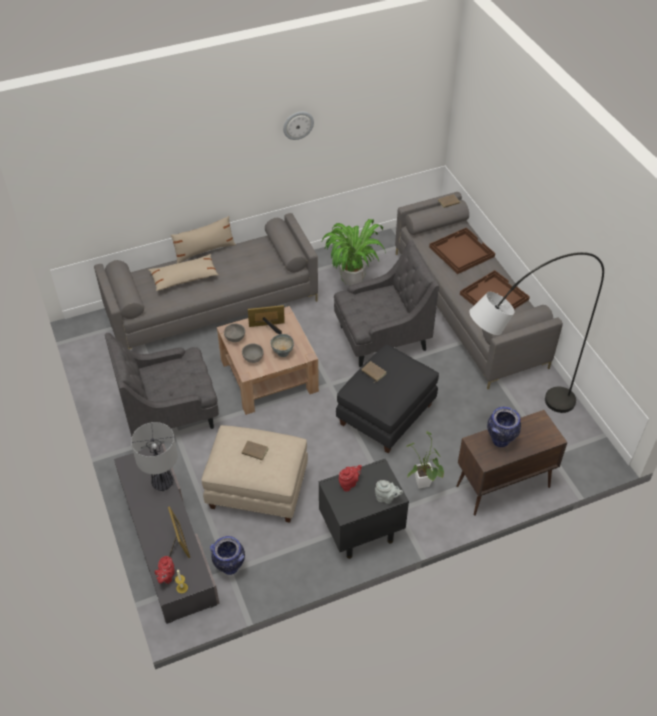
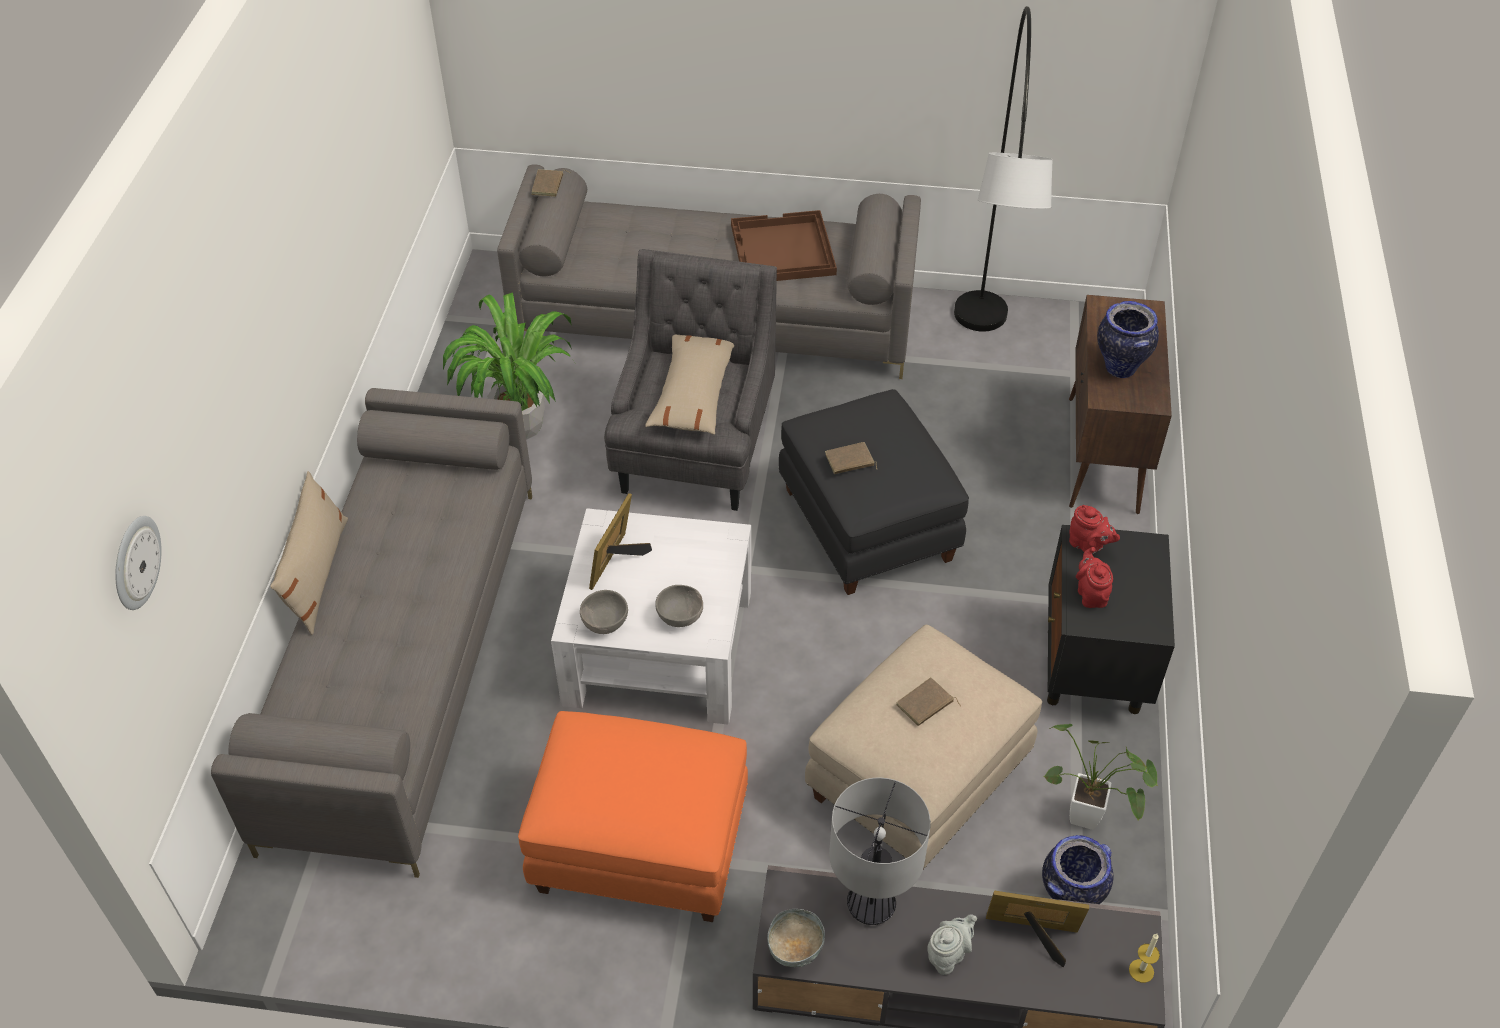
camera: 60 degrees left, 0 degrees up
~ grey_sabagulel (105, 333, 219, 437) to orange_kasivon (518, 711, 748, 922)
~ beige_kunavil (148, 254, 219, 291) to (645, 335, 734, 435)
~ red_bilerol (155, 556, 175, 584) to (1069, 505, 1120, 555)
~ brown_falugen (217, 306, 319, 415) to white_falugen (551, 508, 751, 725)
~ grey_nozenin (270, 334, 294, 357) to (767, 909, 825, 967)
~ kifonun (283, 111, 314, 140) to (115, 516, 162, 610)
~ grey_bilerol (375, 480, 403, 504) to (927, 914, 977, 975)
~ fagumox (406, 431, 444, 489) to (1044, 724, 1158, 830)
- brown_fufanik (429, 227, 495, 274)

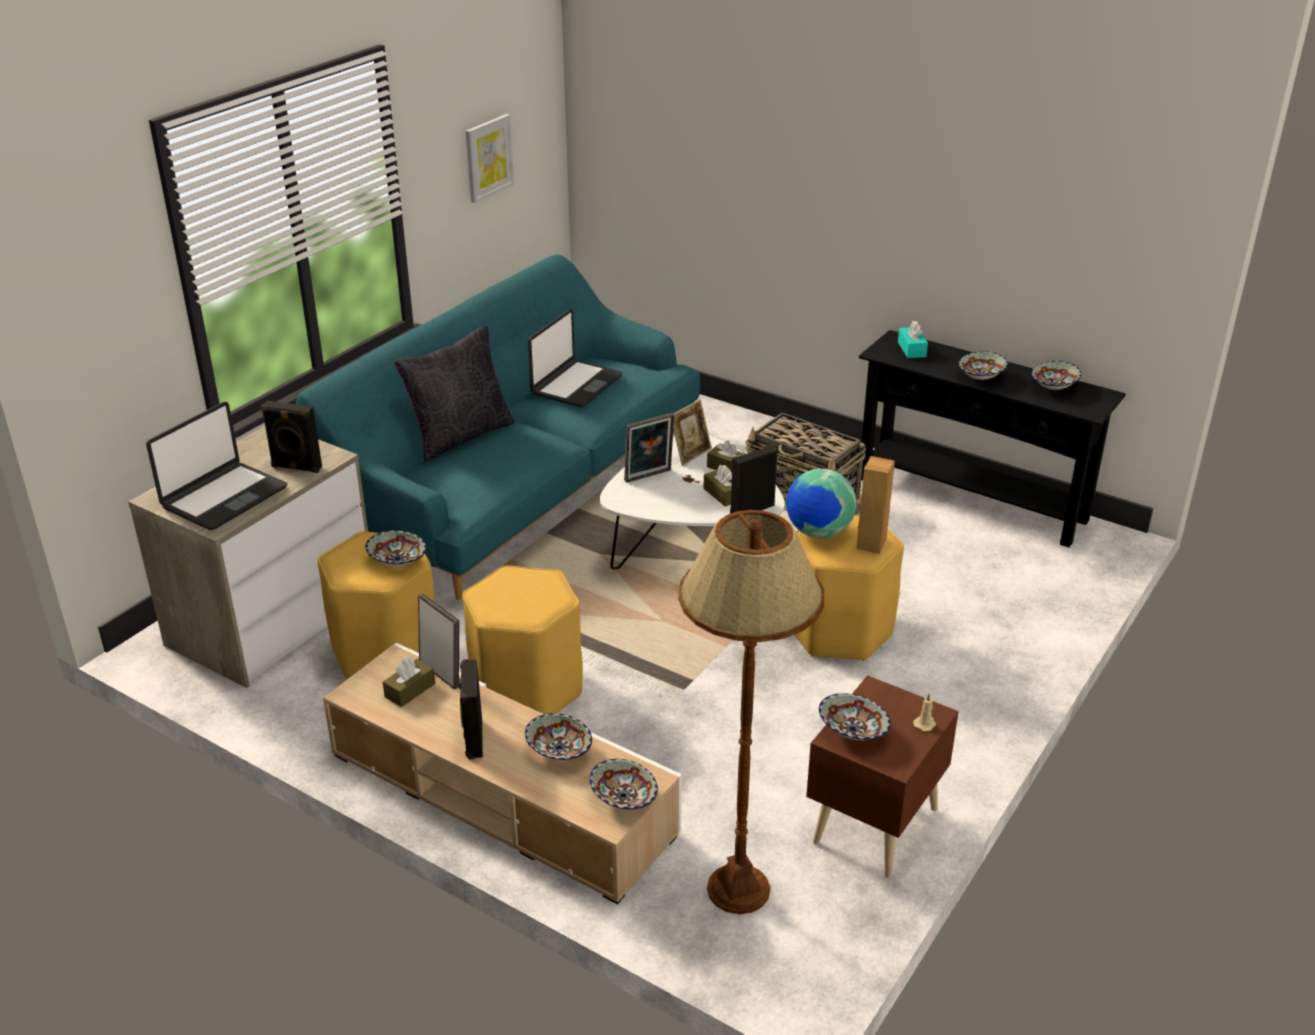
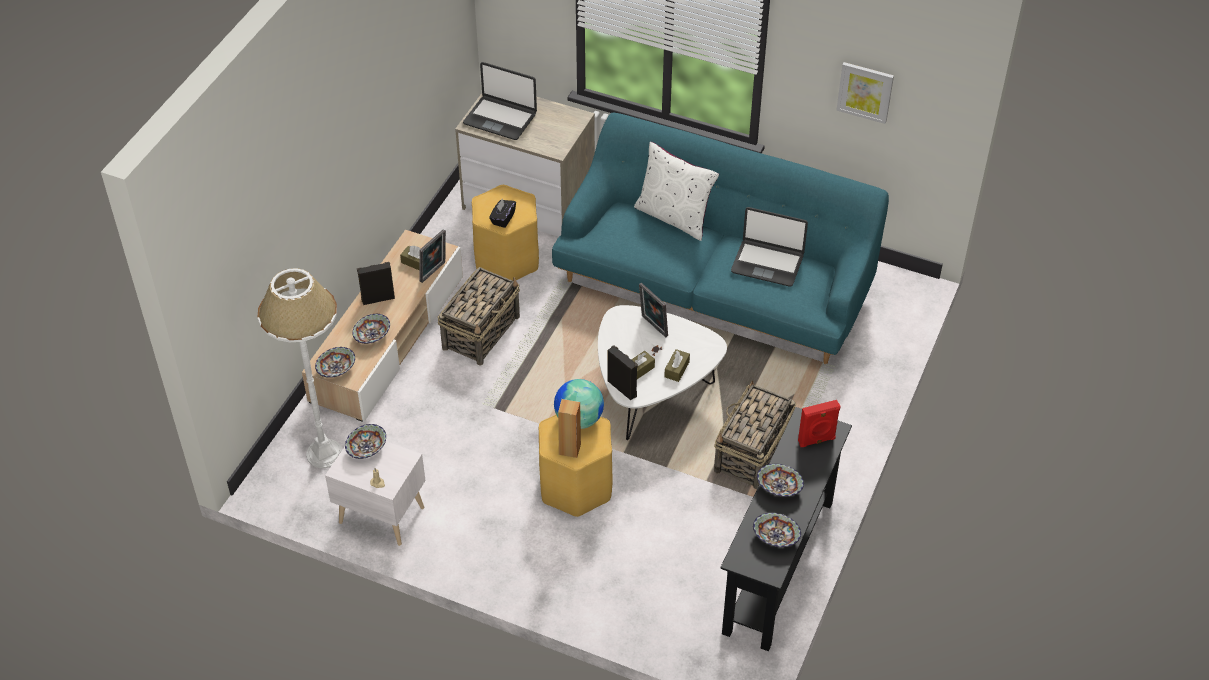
camera: 80 degrees right, 15 degrees up
- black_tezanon (261, 401, 322, 473)
~ nozenin (365, 531, 427, 566) to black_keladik (489, 199, 516, 228)
~ black_kunavil (395, 326, 515, 462) to white_kunavil (634, 142, 719, 241)
~ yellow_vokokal (462, 565, 583, 714) to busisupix (438, 267, 520, 365)
- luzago (673, 399, 712, 466)
~ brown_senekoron (678, 510, 824, 914) to white_senekoron (257, 268, 342, 468)
~ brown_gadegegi (806, 675, 959, 878) to white_gadegegi (325, 441, 426, 546)
~ turquoise_keladik (898, 321, 928, 358) to red_tezanon (798, 400, 841, 447)

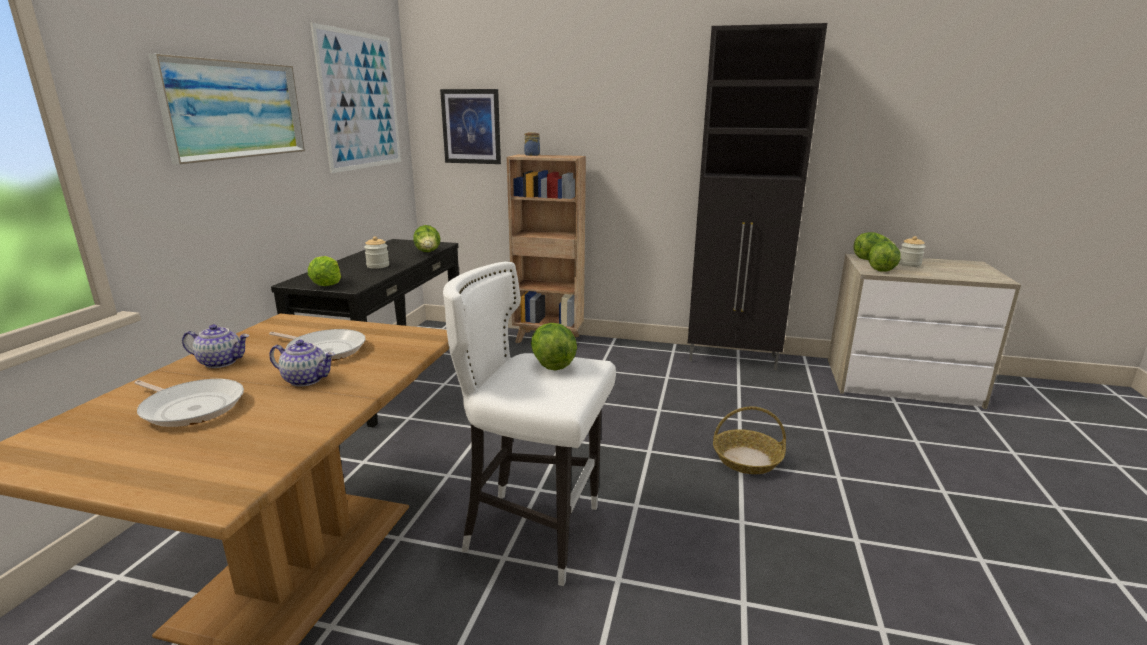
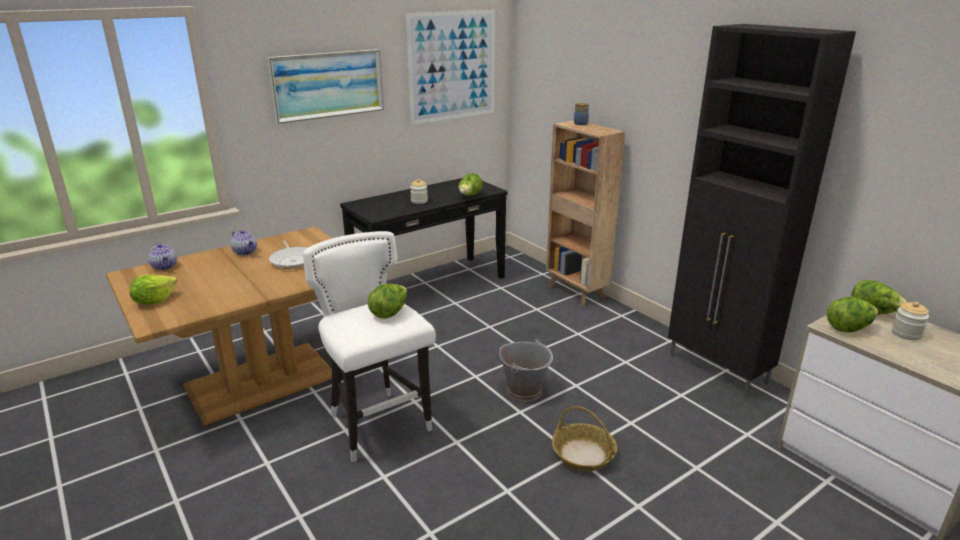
camera: 40 degrees right, 5 degrees up
- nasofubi (134, 379, 244, 427)
~ bilerol (269, 340, 335, 387) to (148, 243, 177, 270)
~ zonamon (308, 256, 341, 286) to (129, 274, 177, 305)
- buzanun (440, 89, 501, 164)
+ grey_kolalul (499, 338, 553, 402)

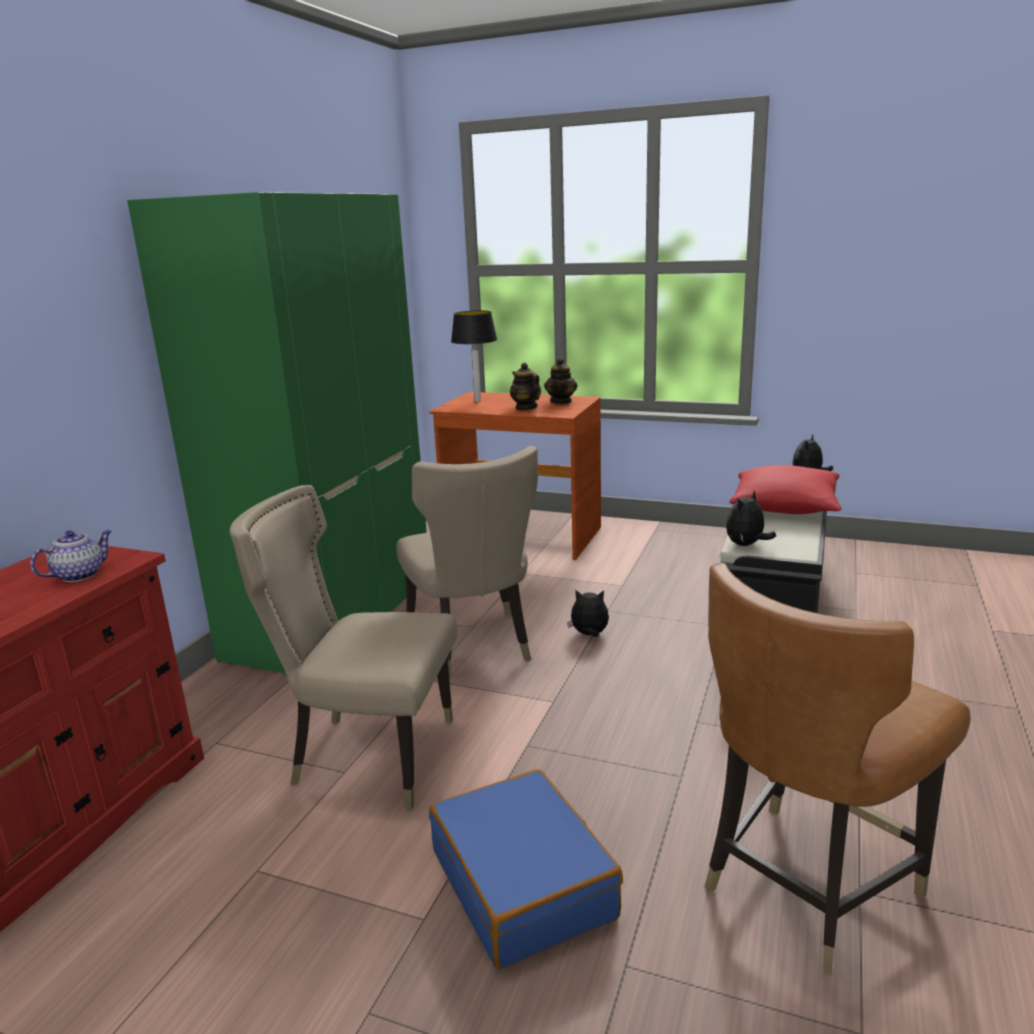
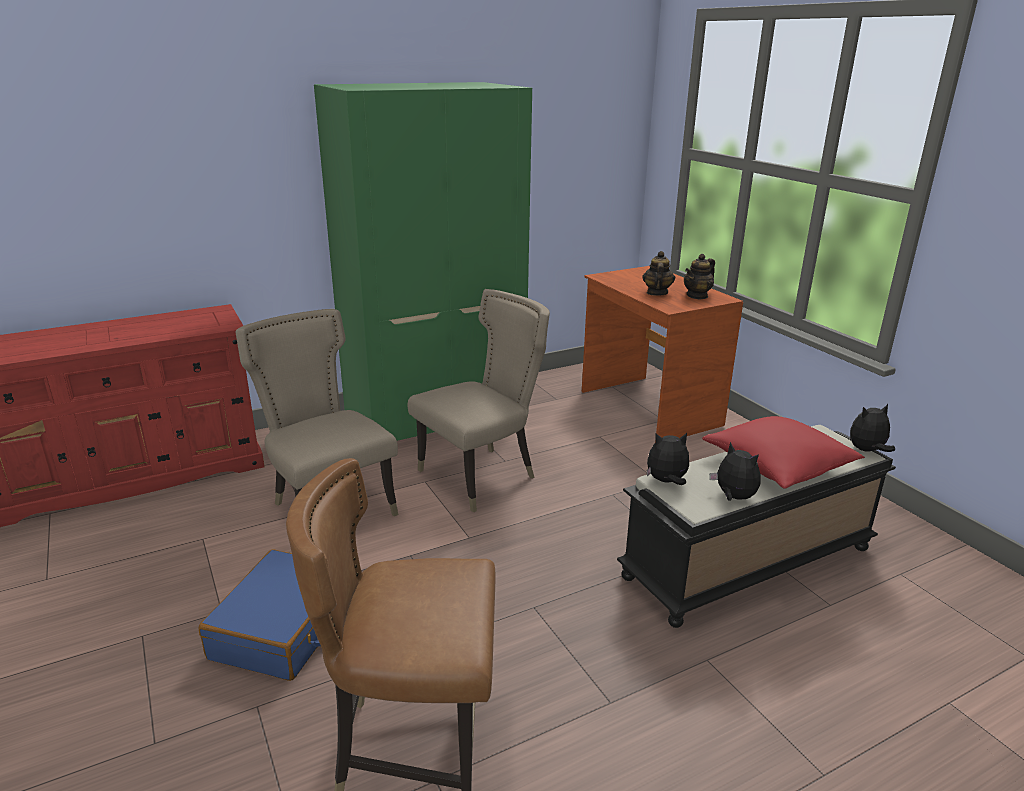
camera: 40 degrees right, 5 degrees up
- bilerol (30, 530, 112, 582)
~ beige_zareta (396, 446, 538, 679) = (407, 289, 550, 513) 150 degrees counterclockwise
- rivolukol (451, 310, 497, 402)
~ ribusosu (567, 589, 609, 637) to (709, 442, 760, 500)

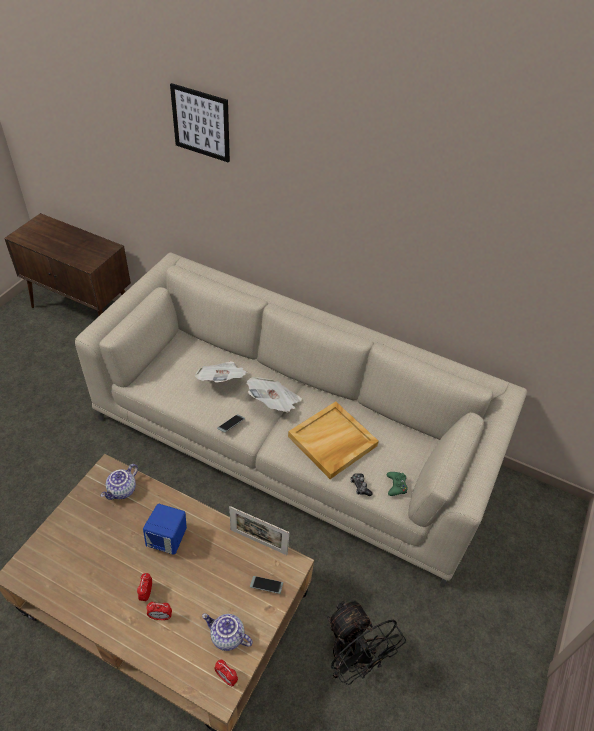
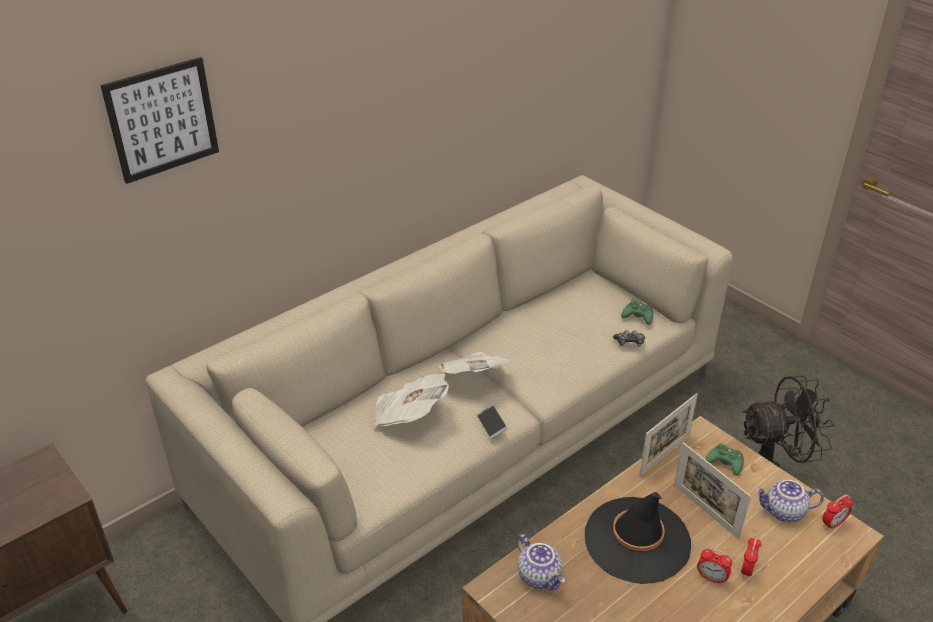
camera: 65 degrees left, 10 degrees down
~ blue_tezanon (143, 504, 187, 555) to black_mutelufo (585, 492, 691, 584)
~ bilerol (202, 614, 253, 651) = (755, 480, 824, 522) 45 degrees clockwise
~ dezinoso (250, 576, 283, 594) to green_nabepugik (705, 443, 744, 476)
- beige_fufanik (288, 401, 379, 479)
+ luzago (674, 442, 751, 539)

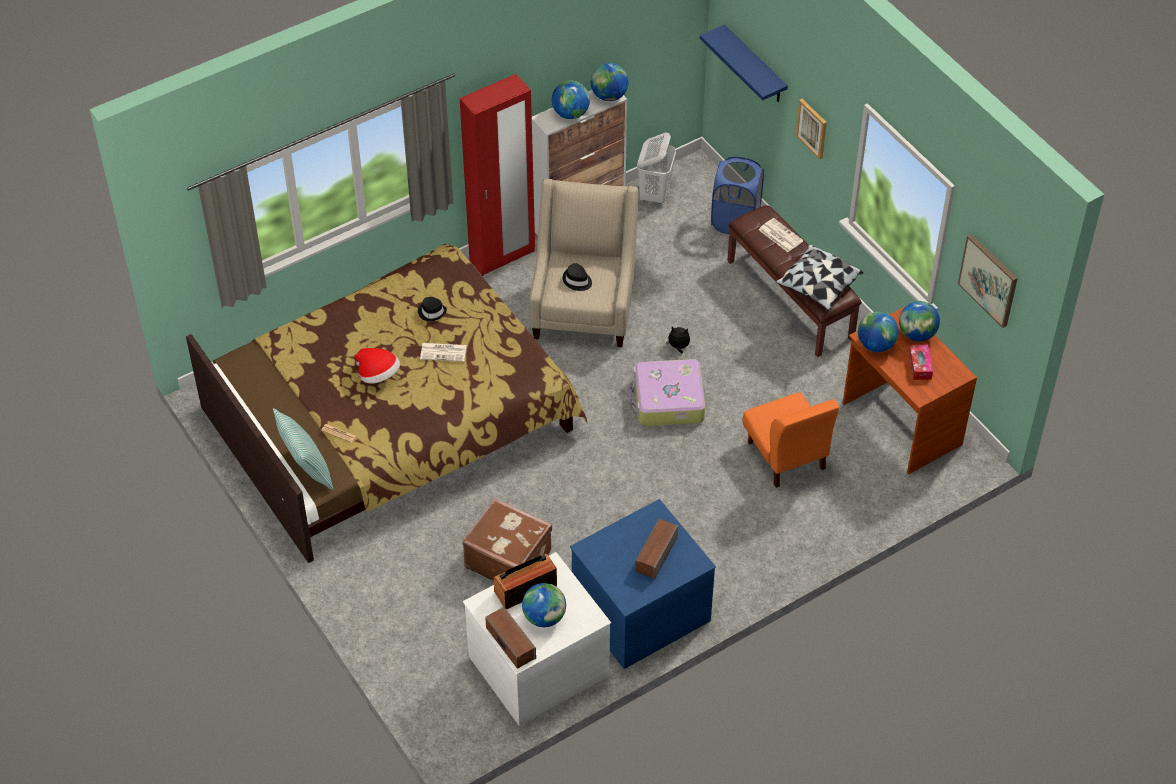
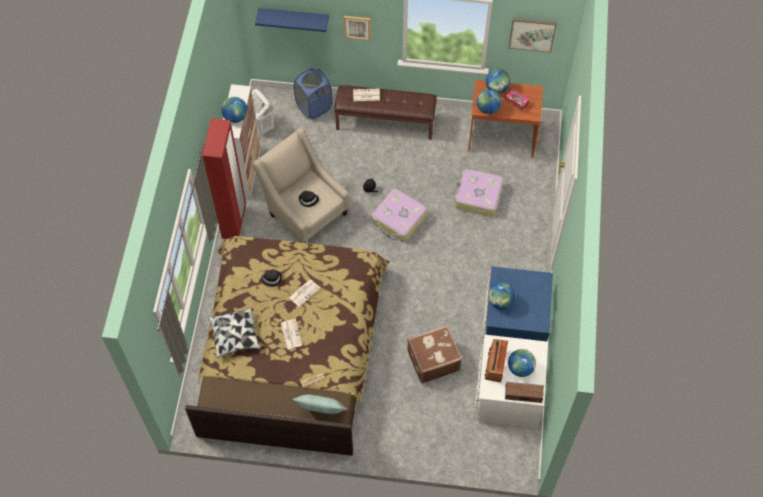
camera: 50 degrees left, 10 degrees up
~ mutelufo (354, 348, 400, 384) to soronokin (281, 319, 302, 349)
~ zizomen (591, 63, 629, 101) to (488, 283, 515, 310)
- tezanon (635, 519, 678, 580)
~ orange_zareta (743, 392, 839, 488) to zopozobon (453, 169, 504, 217)
~ kunavil (776, 245, 864, 311) to (209, 308, 261, 358)

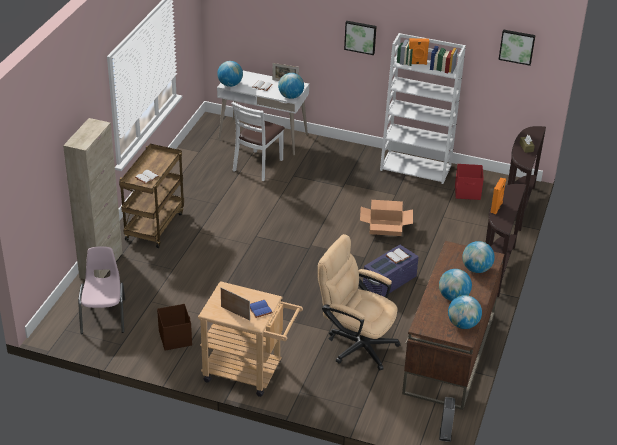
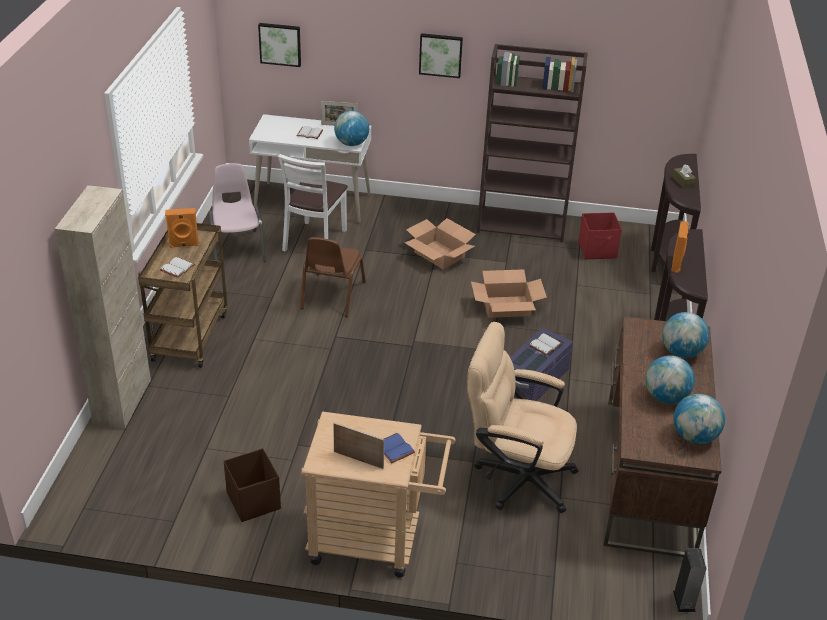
camera: 10 degrees left, 0 degrees up
~ pink_zareta (78, 246, 125, 334) to (209, 163, 266, 262)
- zizomen (217, 61, 243, 87)
~ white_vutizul (380, 33, 466, 184) to brown_vutizul (477, 44, 588, 242)
~ orange_tezanon (409, 38, 429, 65) to (165, 208, 199, 248)
~ buzanun (499, 29, 536, 66) to (258, 23, 301, 67)
+ brown_zareta (300, 237, 366, 317)
+ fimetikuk (405, 218, 476, 269)

